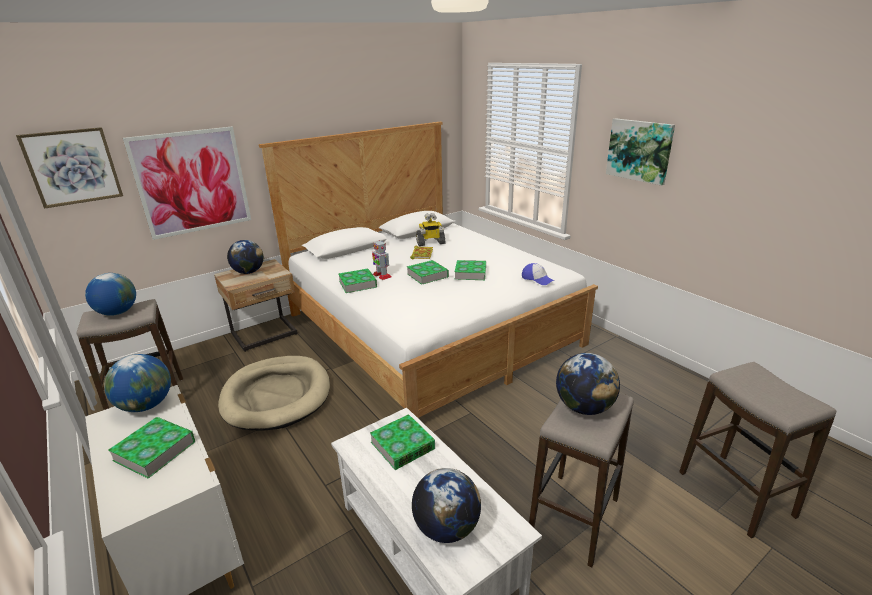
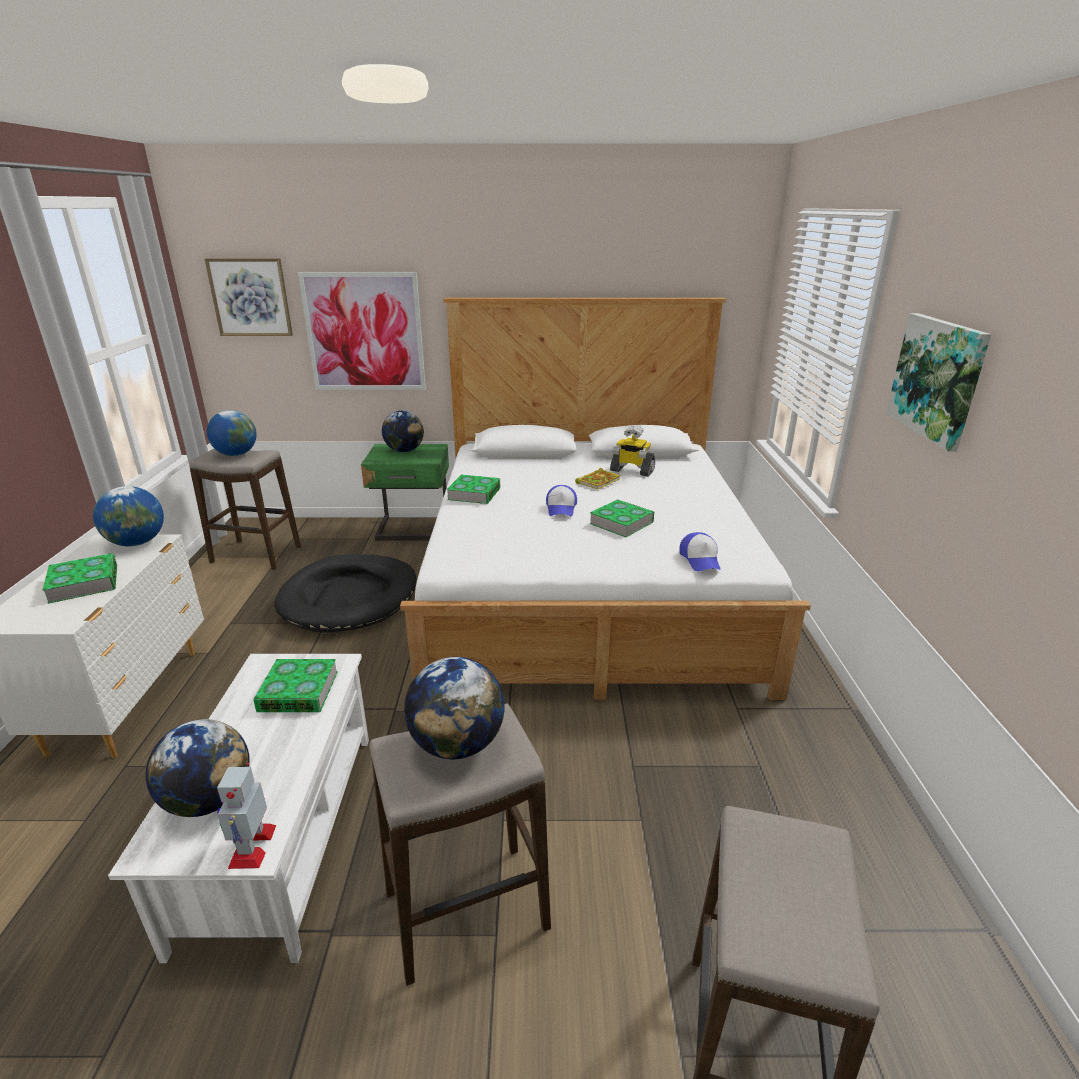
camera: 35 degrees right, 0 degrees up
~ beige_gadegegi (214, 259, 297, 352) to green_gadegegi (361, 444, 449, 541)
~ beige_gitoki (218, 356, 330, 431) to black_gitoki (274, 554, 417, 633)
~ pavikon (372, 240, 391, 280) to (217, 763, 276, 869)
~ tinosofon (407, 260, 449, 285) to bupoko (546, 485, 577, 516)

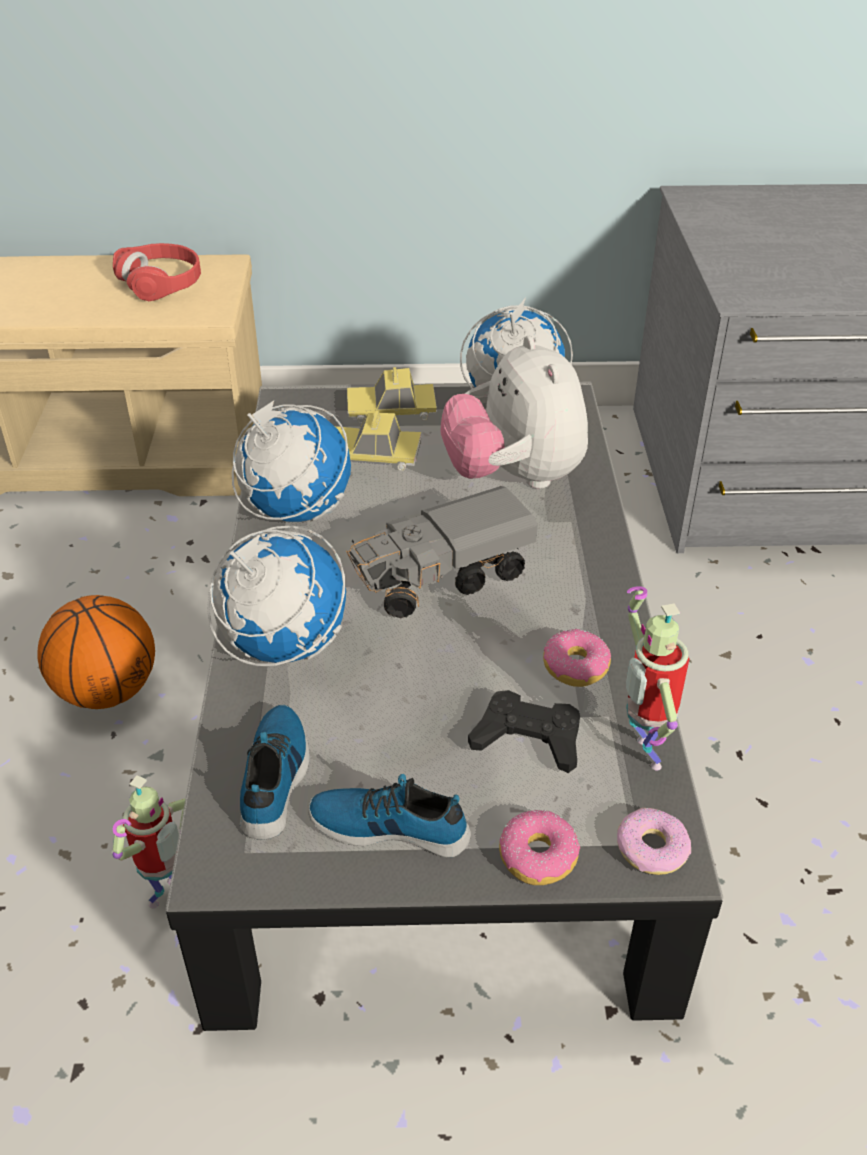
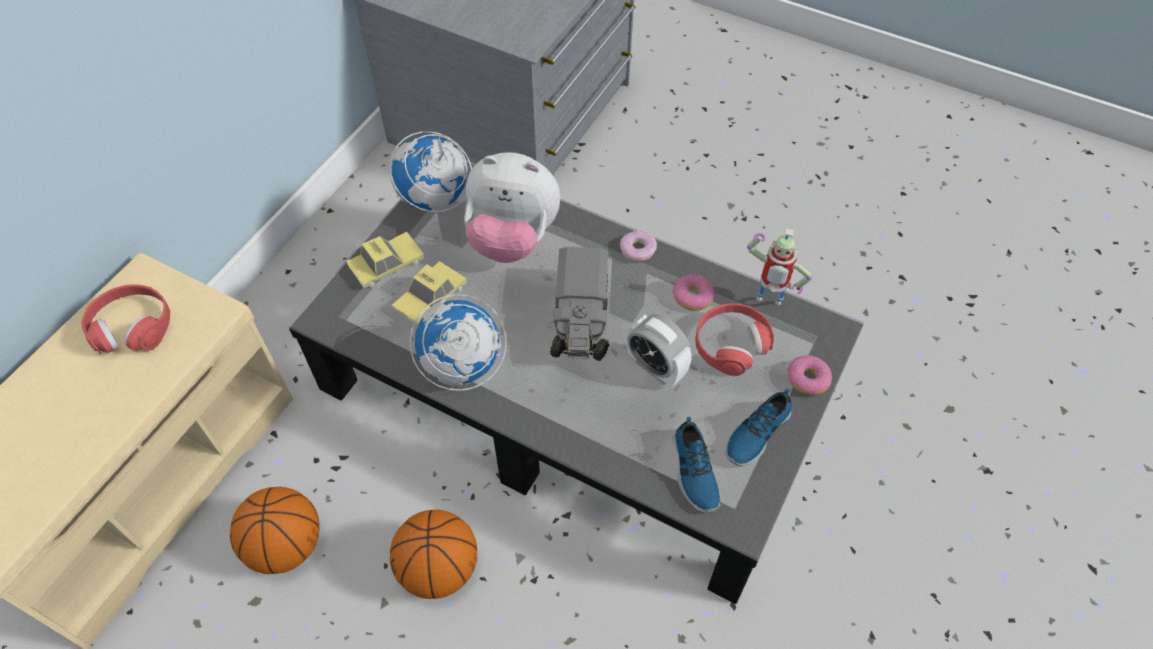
camera: 60 degrees left, 15 degrees up
- pavikon (112, 775, 185, 909)
- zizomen (207, 526, 346, 666)
~ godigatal (240, 705, 310, 840) = (673, 417, 721, 513) 135 degrees counterclockwise
~ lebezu (347, 367, 437, 423) = (346, 232, 424, 288) 150 degrees counterclockwise
~ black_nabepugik (468, 690, 580, 773) to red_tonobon (695, 303, 774, 376)
~ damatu (617, 808, 691, 875) to (620, 231, 657, 261)
+ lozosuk (230, 487, 320, 574)
+ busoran (627, 314, 692, 387)

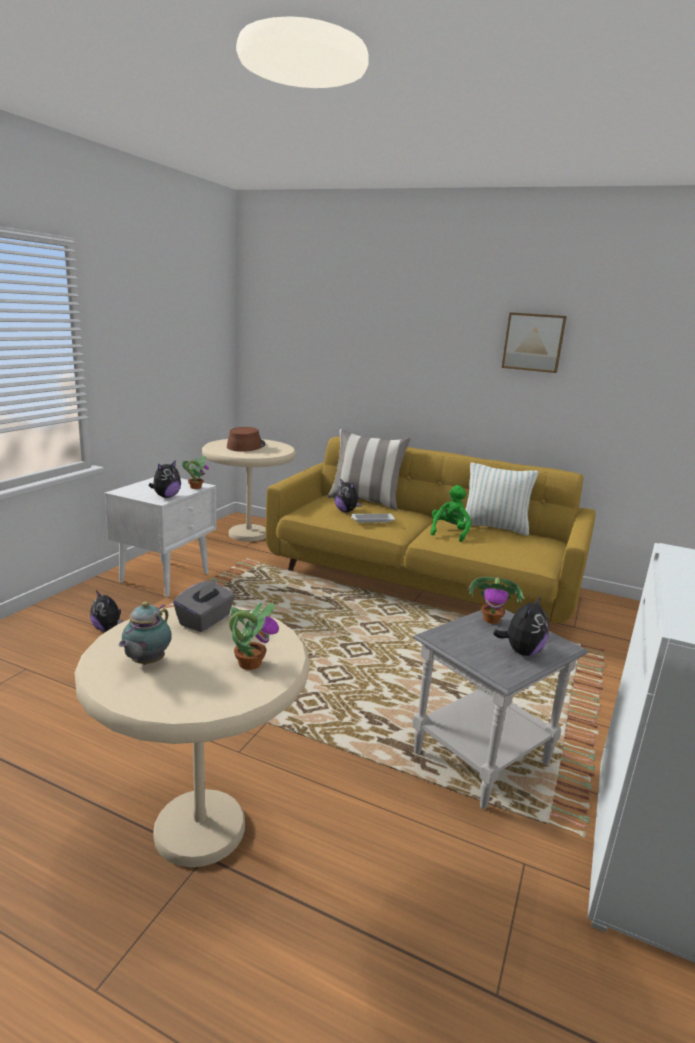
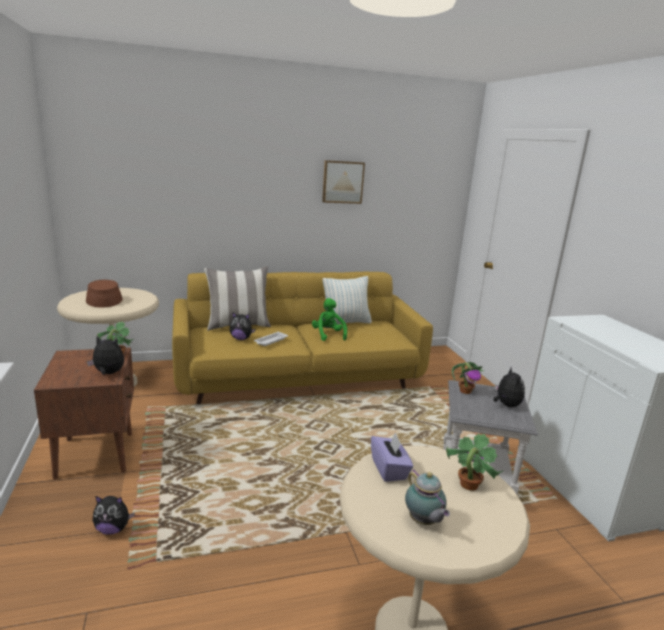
camera: 40 degrees left, 0 degrees up
~ white_gadegegi (105, 477, 216, 597) to brown_gadegegi (34, 348, 134, 480)
~ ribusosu (149, 460, 181, 498) = (87, 337, 124, 375) 75 degrees counterclockwise
~ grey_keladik (173, 579, 235, 632) to purple_keladik (371, 433, 413, 482)

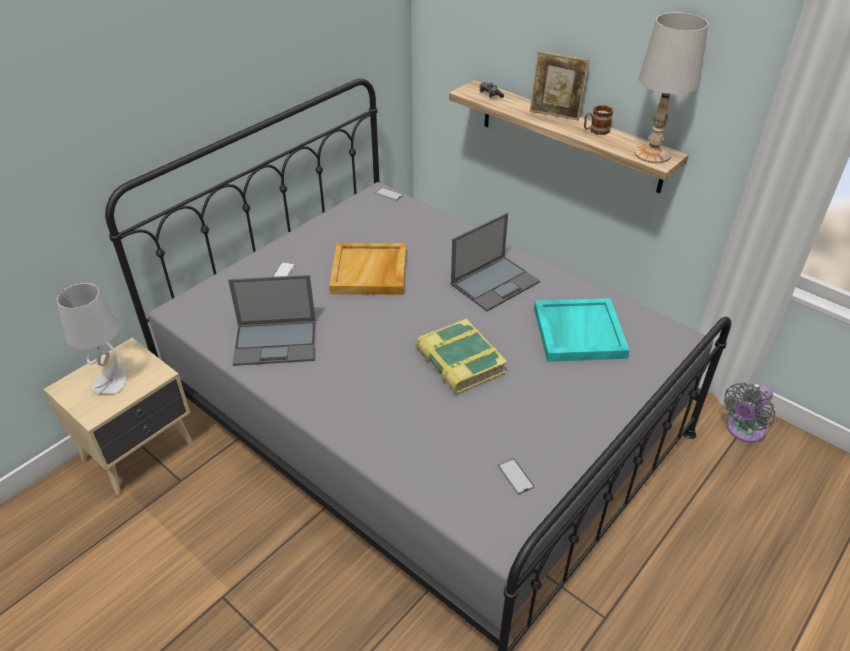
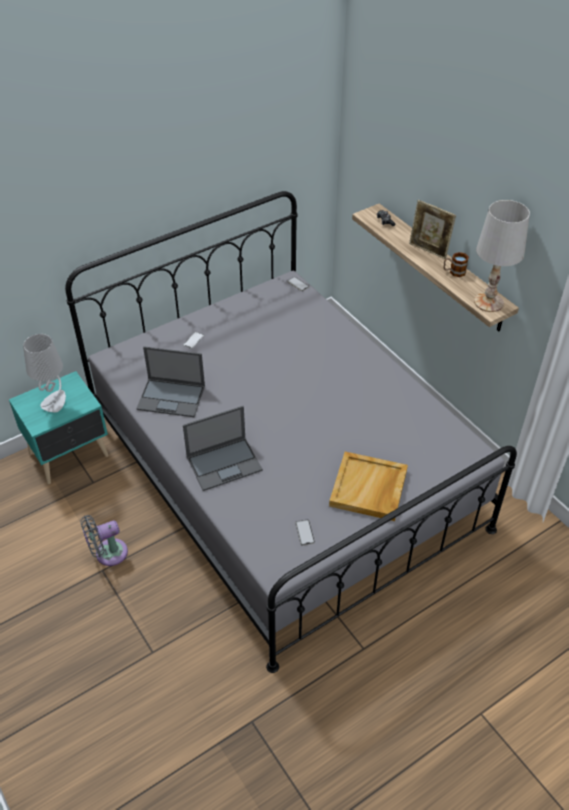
camera: 15 degrees right, 5 degrees up
~ beige_gadegegi (44, 338, 193, 496) to turquoise_gadegegi (9, 371, 109, 484)
~ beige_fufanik (329, 243, 406, 295) to (329, 452, 408, 521)
- tinosofon (416, 319, 507, 394)
~ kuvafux (451, 213, 540, 311) to (183, 406, 263, 491)
- turquoise_fufanik (534, 298, 630, 362)
~ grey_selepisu (724, 382, 776, 443) to (80, 515, 128, 566)

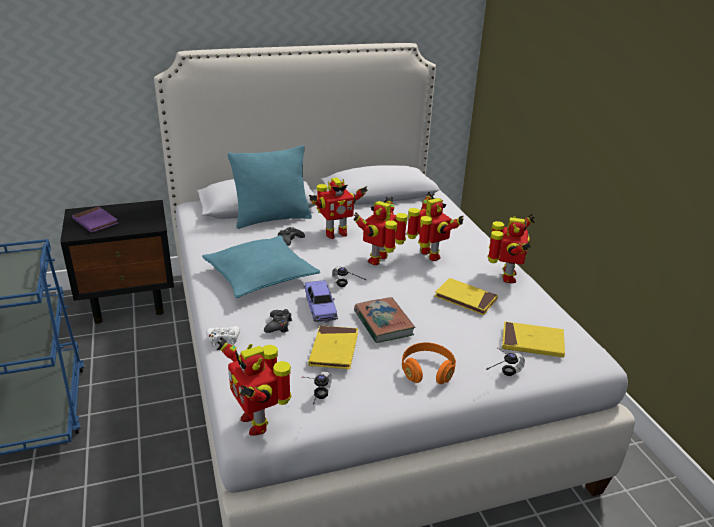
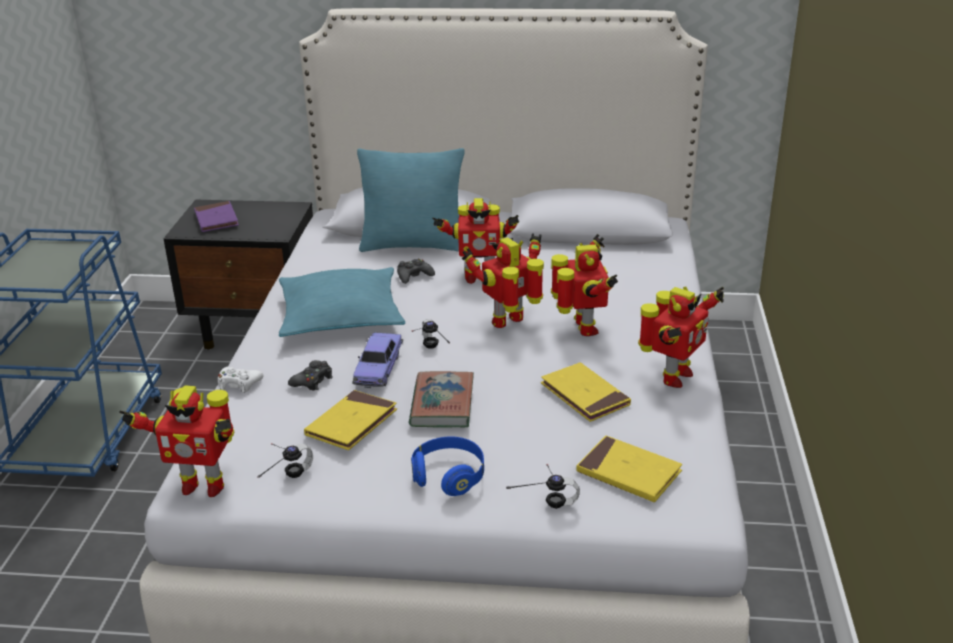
camera: 25 degrees right, 0 degrees up
~ pavikon (217, 337, 291, 436) = (119, 385, 234, 497) 75 degrees counterclockwise
~ orange_tonobon (402, 342, 456, 384) to blue_tonobon (411, 436, 484, 496)

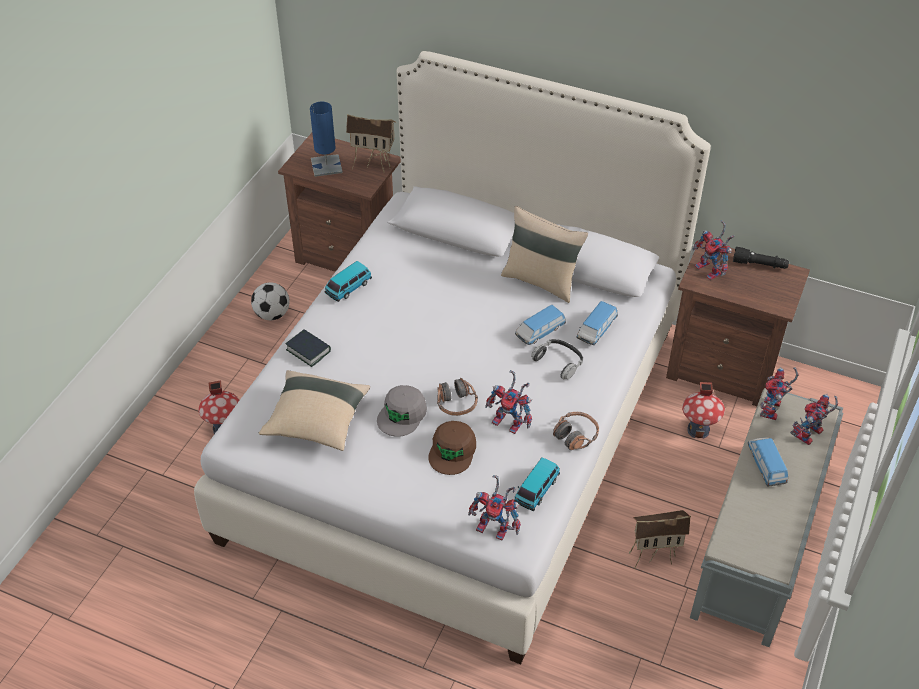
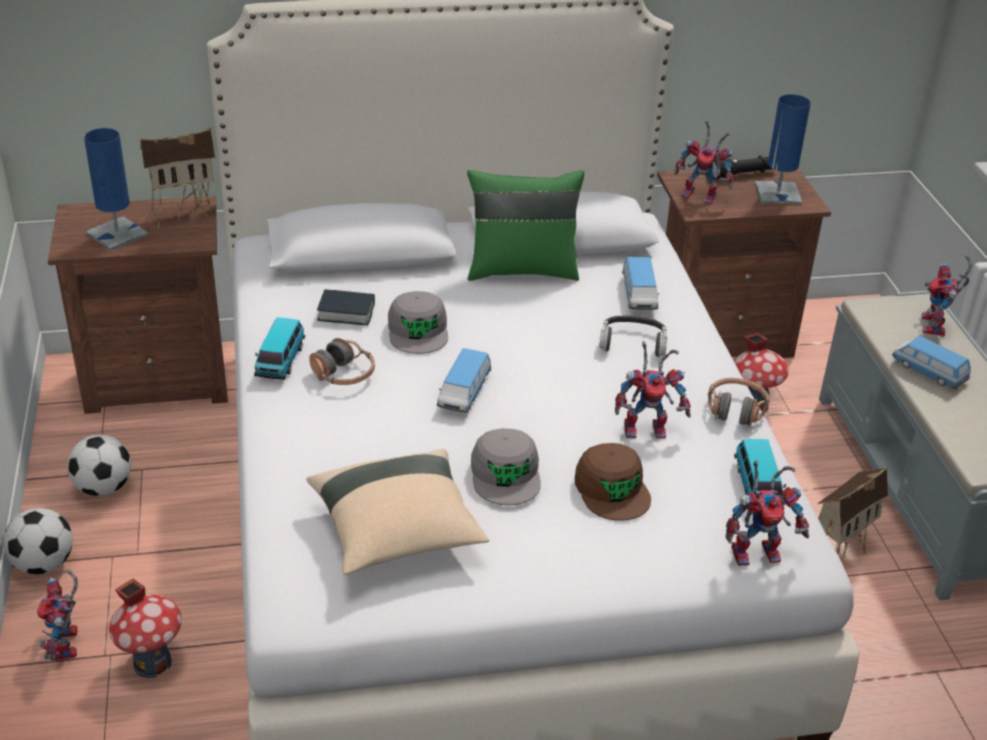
camera: 35 degrees left, 10 degrees down
~ tinosofon (286, 329, 331, 367) to (317, 289, 375, 326)
~ tonobon (437, 378, 478, 416) to (309, 338, 375, 385)
~ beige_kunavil (501, 206, 588, 303) to green_kunavil (467, 170, 584, 281)
~ lebezu (515, 305, 566, 345) to (437, 348, 491, 413)
~ pavikon (760, 367, 798, 420) to (37, 569, 78, 661)
+ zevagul (3, 508, 73, 574)
+ grey_bupoko (388, 291, 448, 354)
+ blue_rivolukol (755, 94, 811, 205)

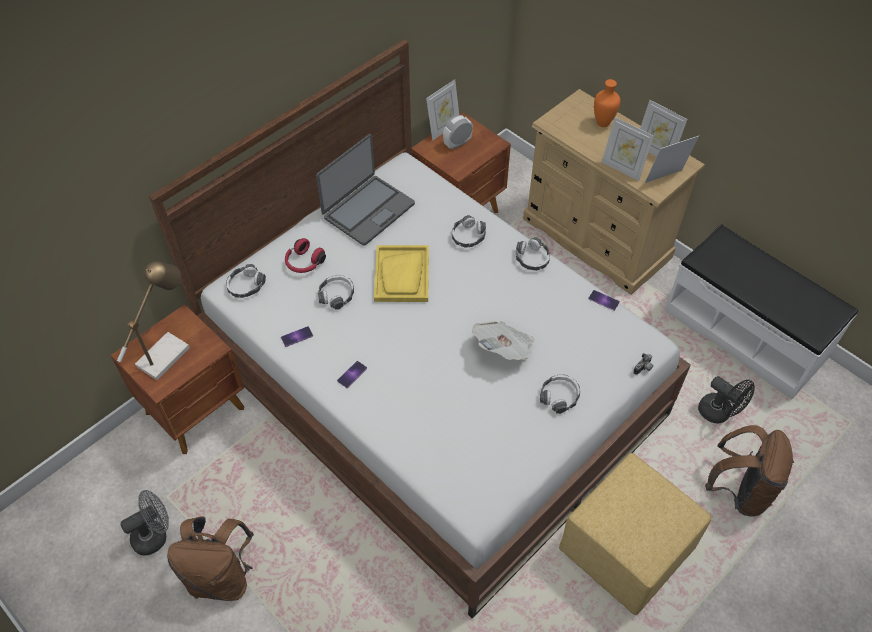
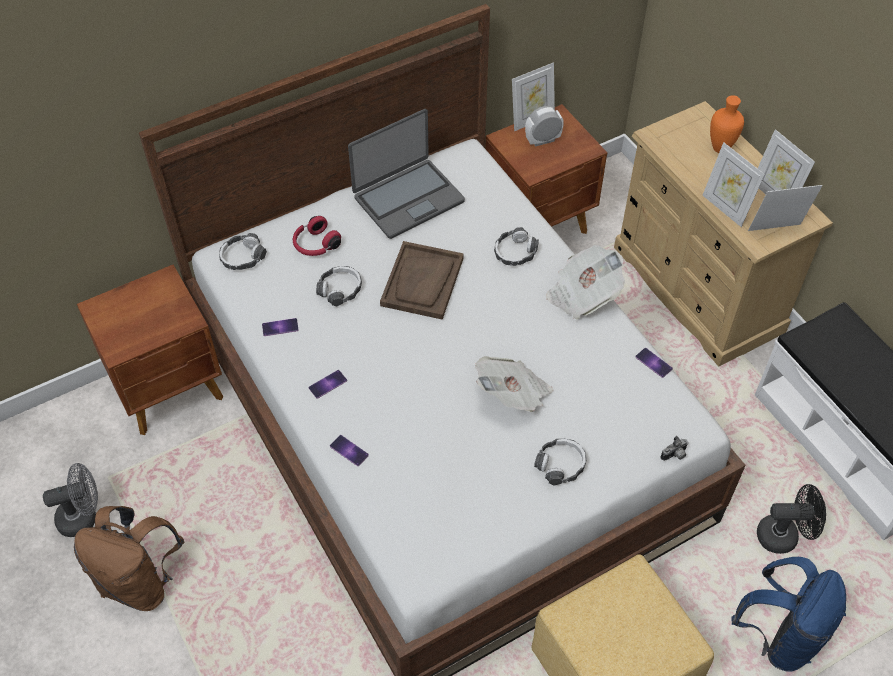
camera: 15 degrees right, 0 degrees up
- rivolukol (117, 261, 190, 380)
~ yellow_fufanik (374, 245, 429, 302) to brown_fufanik (380, 241, 464, 320)
~ tonobon (516, 237, 550, 271) to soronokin (546, 245, 625, 320)
~ black_selepisu (698, 376, 755, 424) = (757, 484, 826, 554) 60 degrees counterclockwise
~ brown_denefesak (705, 425, 794, 517) to blue_denefesak (731, 557, 846, 672)
+ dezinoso (330, 435, 369, 466)

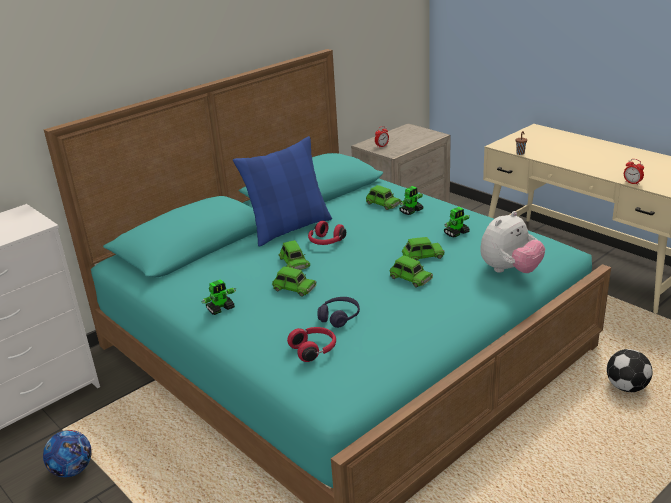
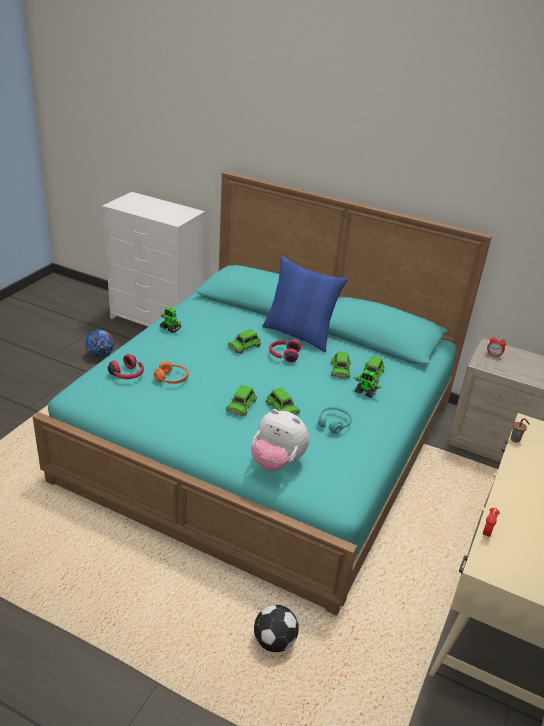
camera: 65 degrees right, 5 degrees up
~ green_lebezu (272, 266, 316, 297) to (331, 351, 351, 379)
~ purple_tonobon (317, 297, 360, 328) to orange_tonobon (154, 361, 188, 384)
~ pavikon (444, 207, 470, 238) to turquoise_tonobon (318, 406, 352, 433)

